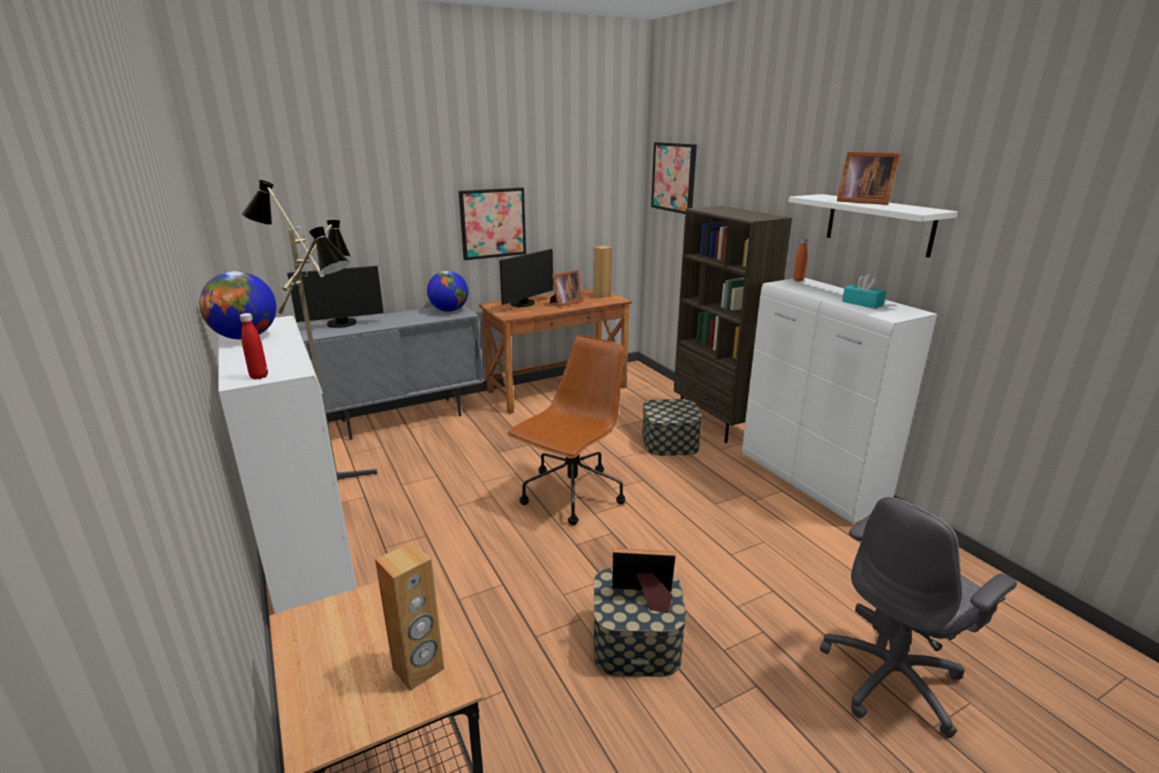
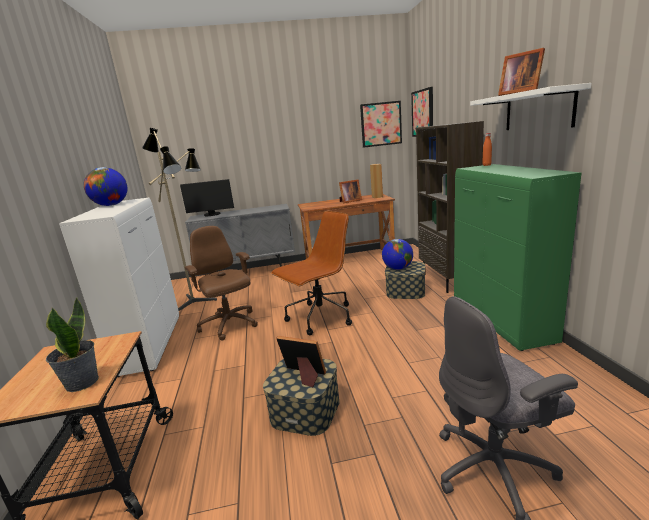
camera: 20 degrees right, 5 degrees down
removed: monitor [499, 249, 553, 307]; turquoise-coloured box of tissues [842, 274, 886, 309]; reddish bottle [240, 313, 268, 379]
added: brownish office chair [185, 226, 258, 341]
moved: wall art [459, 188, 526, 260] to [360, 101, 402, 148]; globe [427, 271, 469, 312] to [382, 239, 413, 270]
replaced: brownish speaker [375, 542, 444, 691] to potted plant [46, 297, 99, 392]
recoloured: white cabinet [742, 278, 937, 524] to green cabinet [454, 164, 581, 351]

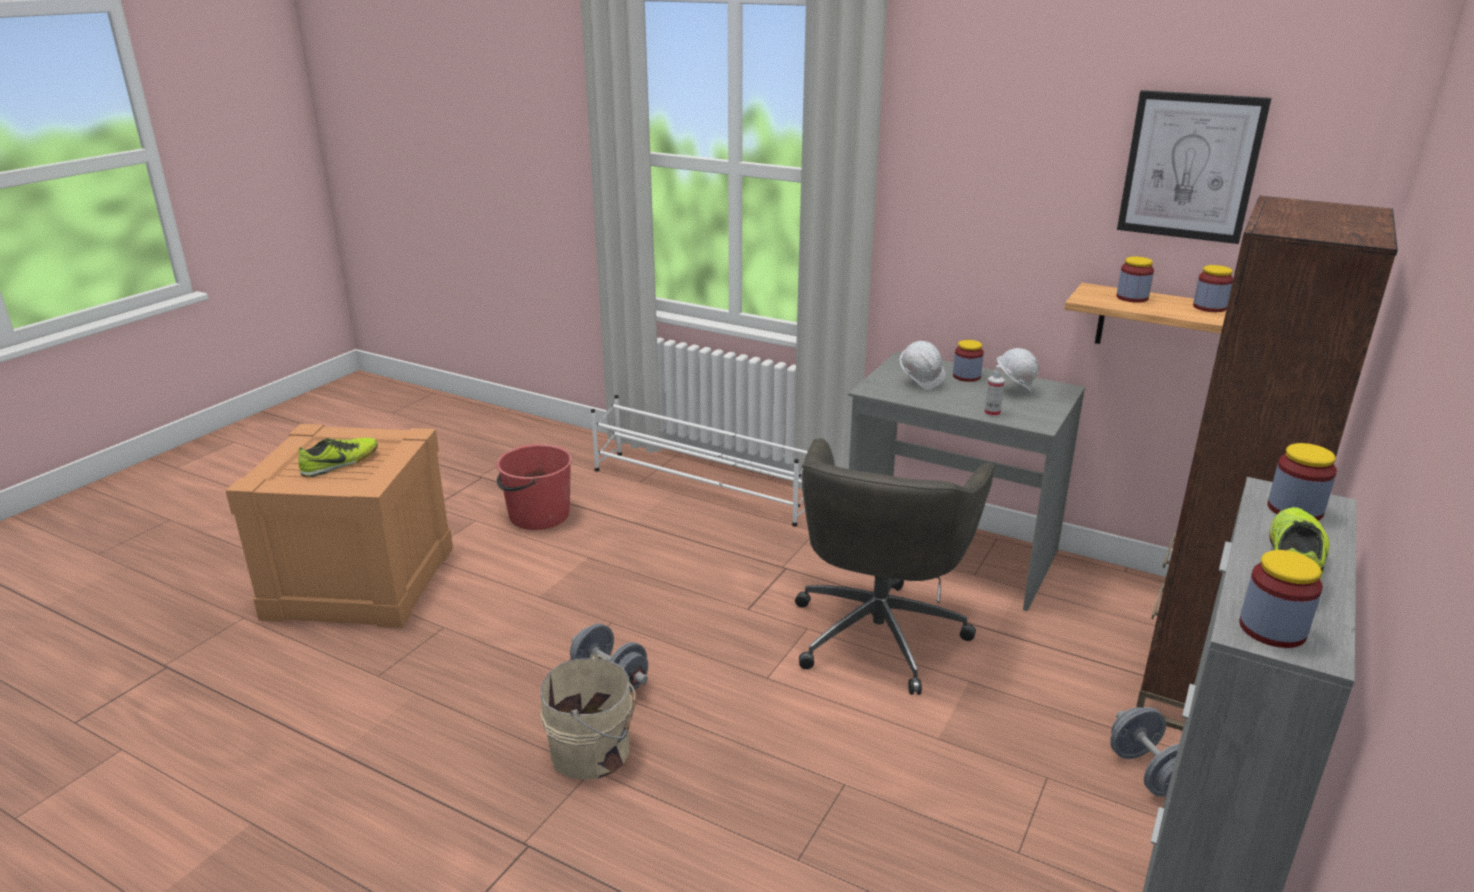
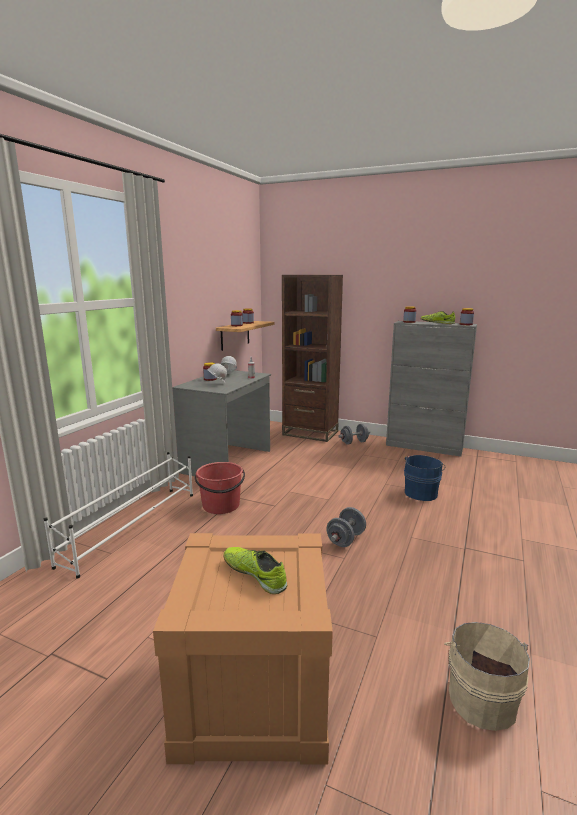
camera: 95 degrees left, 10 degrees down
removed: wall art [1117, 90, 1271, 244]; greyish office chair [795, 438, 995, 695]
added: blue bucket [404, 455, 445, 501]
moved: reddish bucket [497, 444, 572, 530] to [195, 462, 245, 514]; beige bucket [541, 654, 636, 780] to [444, 622, 530, 731]

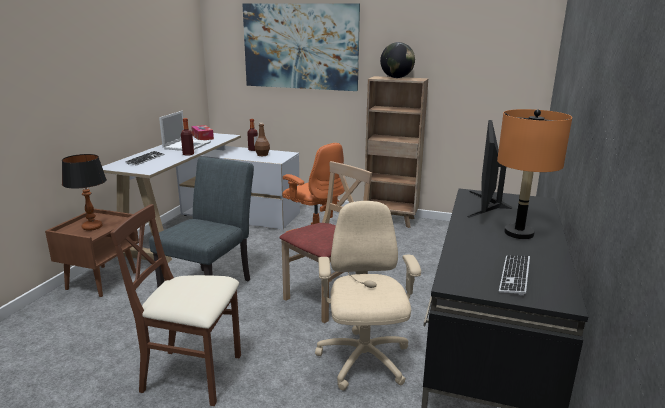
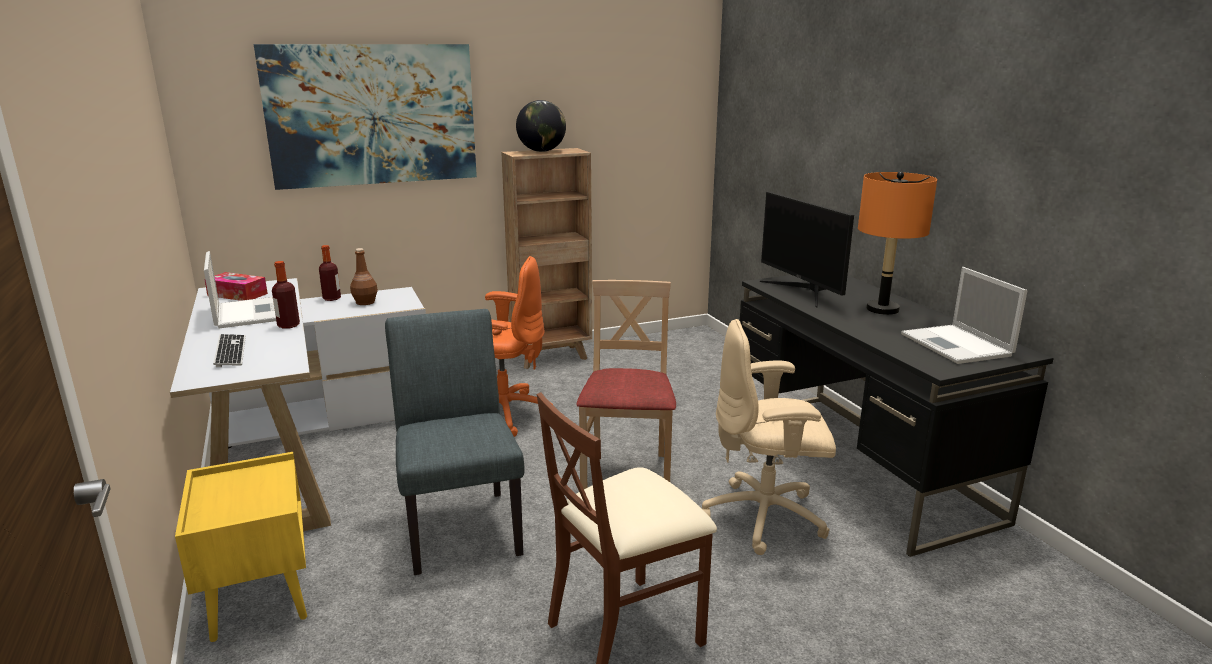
camera: 40 degrees left, 0 degrees up
removed: table lamp [62, 154, 107, 231]
replaced: keyboard [499, 255, 530, 296] to laptop [901, 267, 1027, 364]
recoloured: brownish night table [45, 208, 139, 297] to yellow night table [175, 452, 307, 642]
turned: beige office chair [315, 201, 421, 391] = [702, 319, 836, 555] 45 degrees counterclockwise

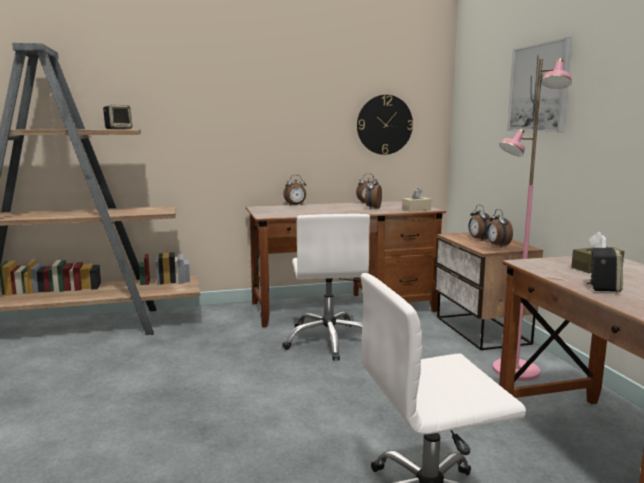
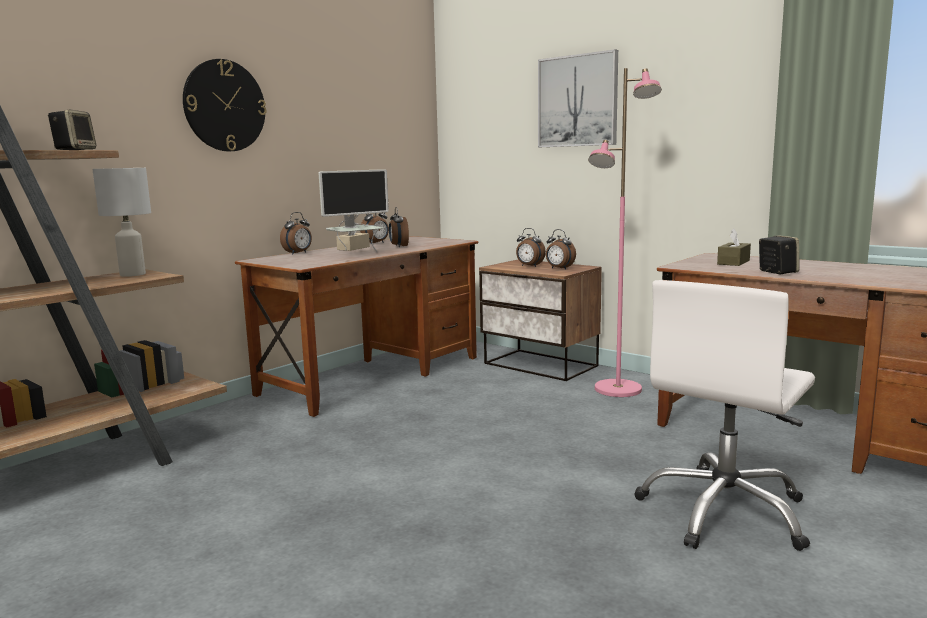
camera: 35 degrees left, 0 degrees up
removed: white office chair [282, 214, 370, 361]
added: white table lamp [92, 168, 151, 277]; monitor [319, 169, 389, 252]
moved: clock on the wall [357, 95, 413, 155] to [183, 59, 267, 151]; beige box of tissues [402, 188, 431, 212] to [336, 222, 370, 251]

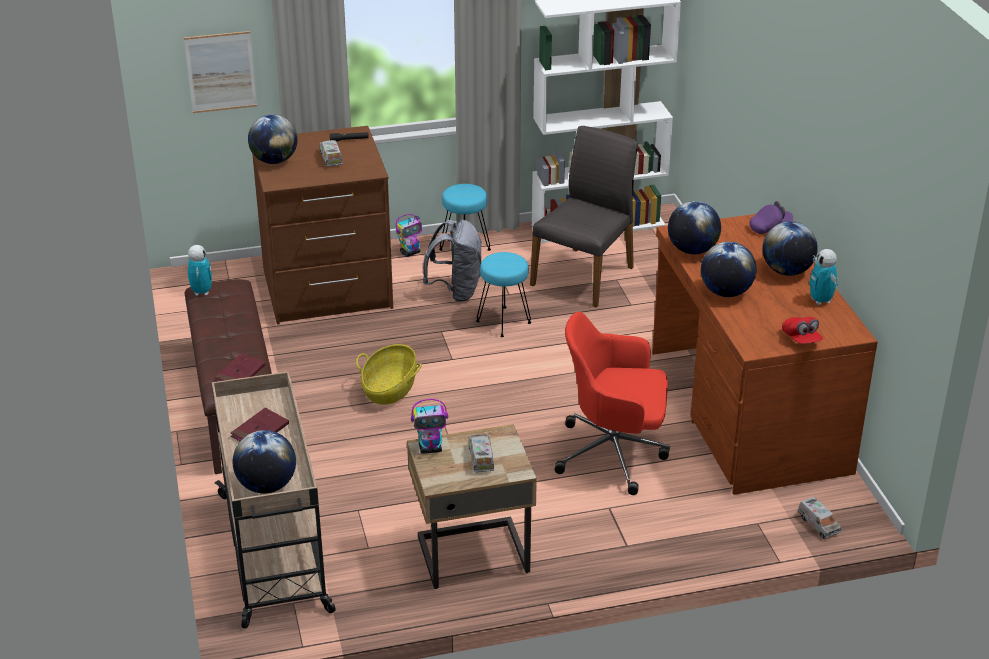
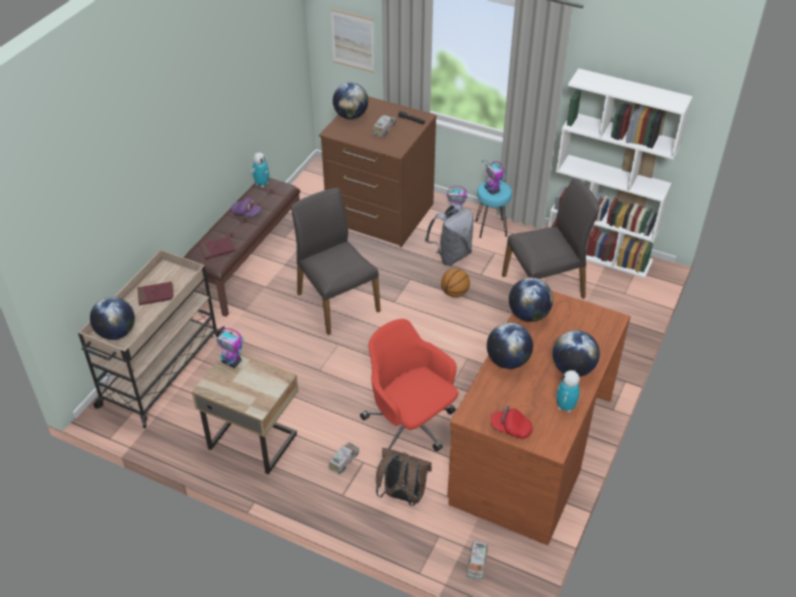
camera: 40 degrees right, 10 degrees up
added: model robot [482, 160, 506, 195]; brownish rucksack [376, 448, 432, 506]
moved: purple-coloured baseball cap [749, 201, 793, 234] to [231, 198, 261, 216]; model truck [468, 434, 494, 472] to [328, 442, 360, 475]
replaced: turquoise-coloured sitting stool [476, 252, 531, 337] to basketball [441, 268, 470, 297]; household basket [356, 344, 422, 405] to greyish plain chair [291, 188, 381, 335]
turned: reddish baseball cap [782, 317, 823, 344] = [491, 406, 532, 439] 90 degrees clockwise

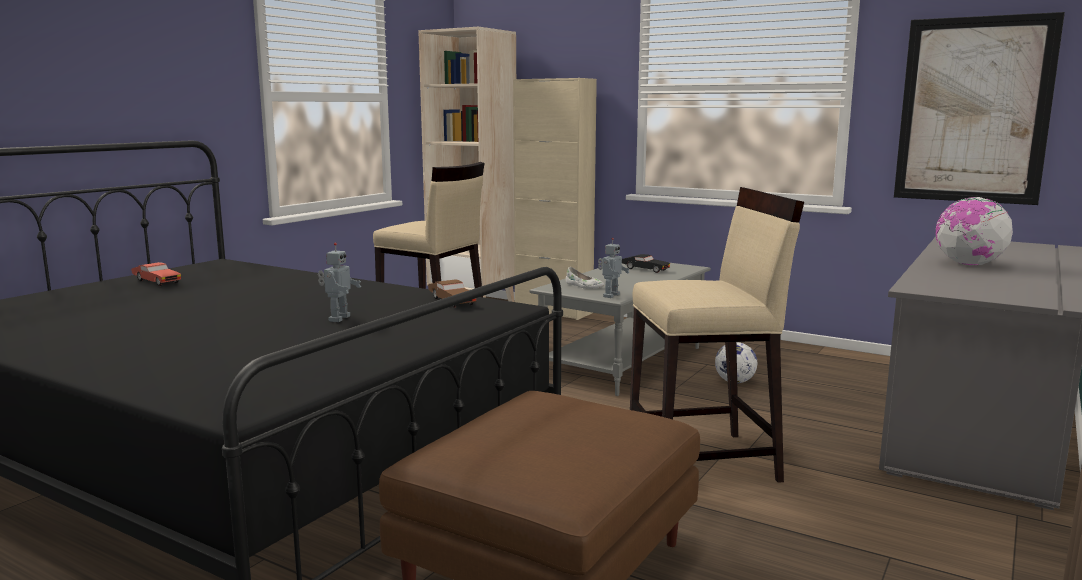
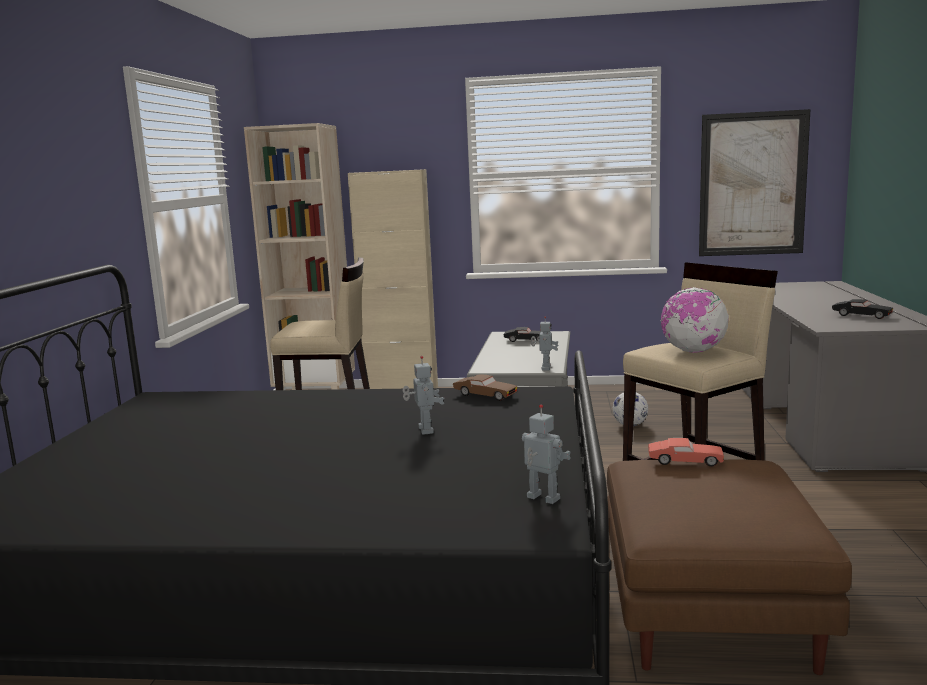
camera: 25 degrees left, 0 degrees up
removed: white shoe [566, 267, 604, 289]
added: blackish model car [832, 299, 893, 319]; model robot [522, 404, 571, 504]
moved: globe [936, 197, 1013, 265] to [661, 287, 729, 353]; reddish model car [131, 262, 181, 286] to [648, 438, 724, 467]

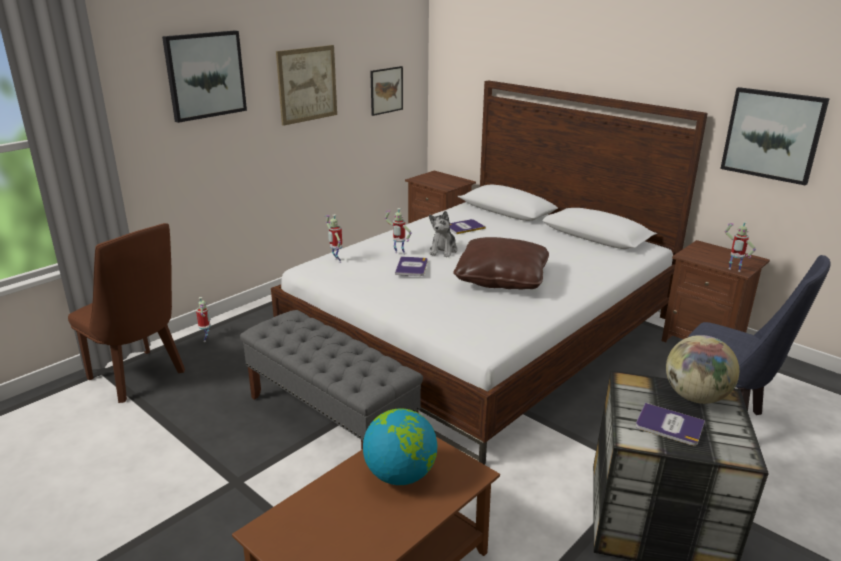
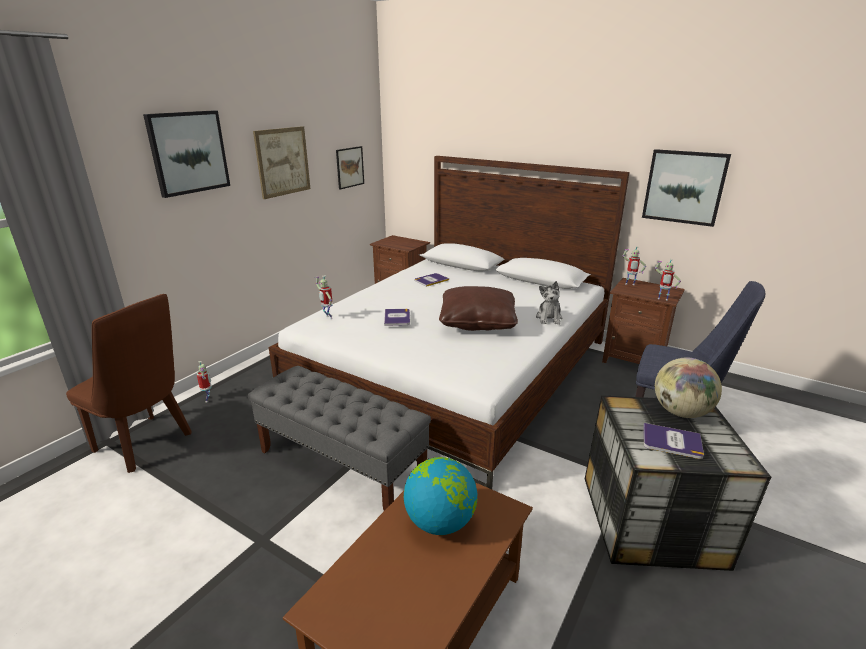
camera: 10 degrees left, 0 degrees up
moved: model robot [385, 208, 412, 255] to [622, 246, 646, 285]; soft toy [429, 211, 457, 257] to [536, 281, 562, 325]

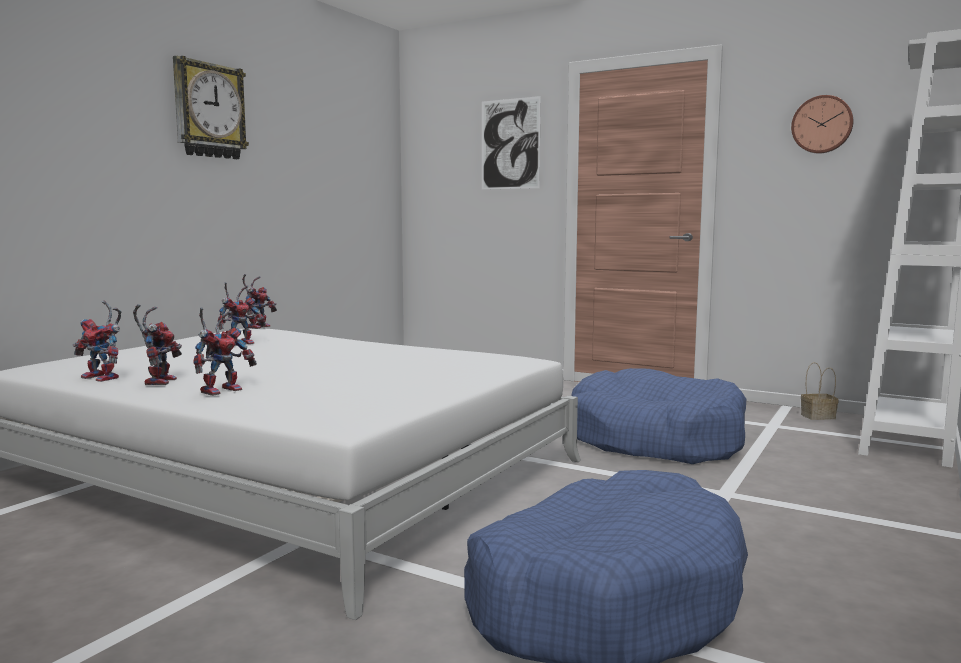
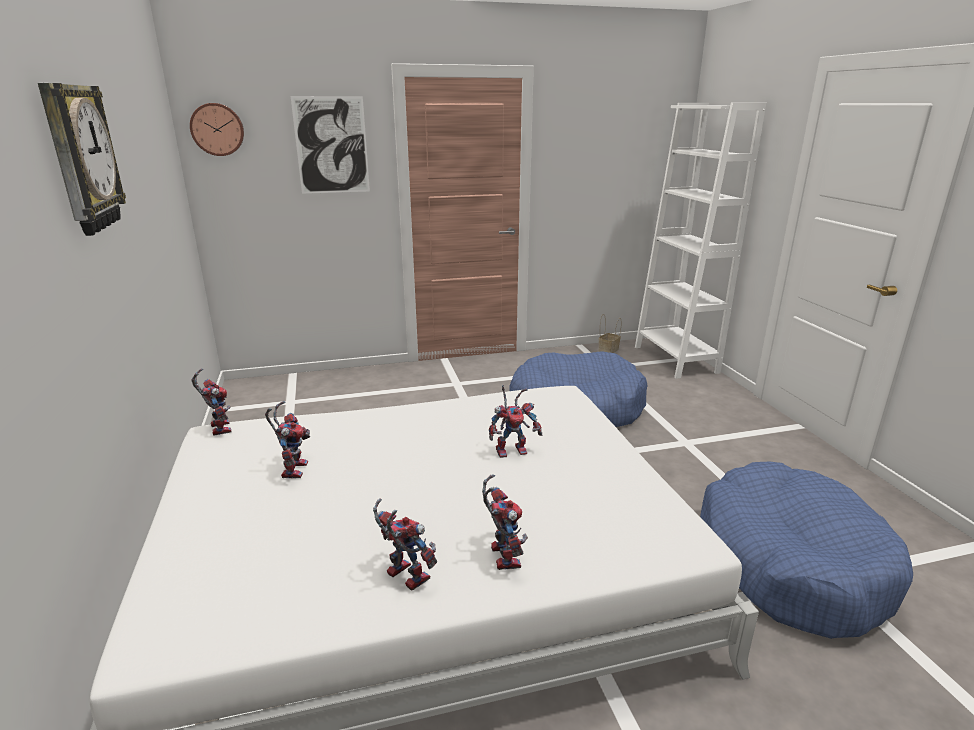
camera: 45 degrees left, 15 degrees up
moved: clock on the wall [791, 95, 854, 154] to [190, 103, 244, 156]; model robot [73, 300, 121, 382] to [489, 385, 542, 458]

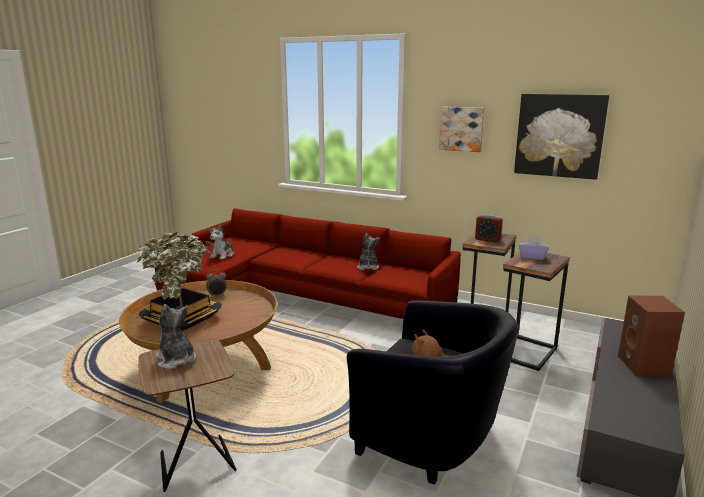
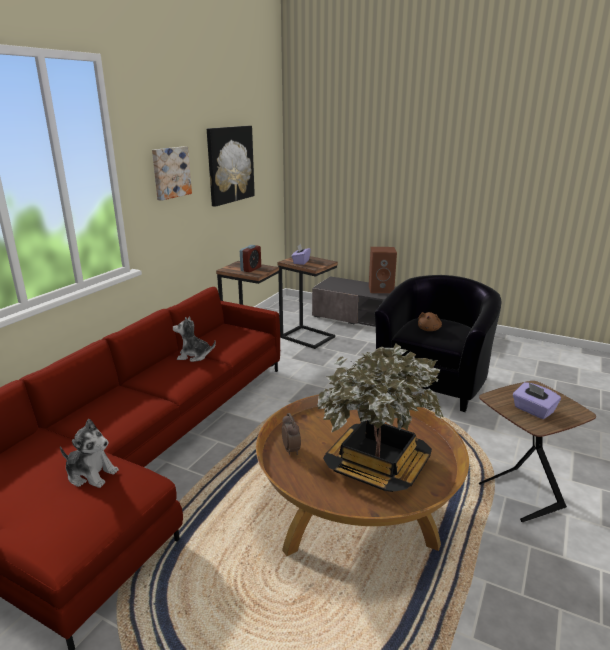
camera: 90 degrees left, 5 degrees up
replaced: soft toy [156, 304, 196, 369] to purple-coloured box of tissues [513, 382, 561, 419]

